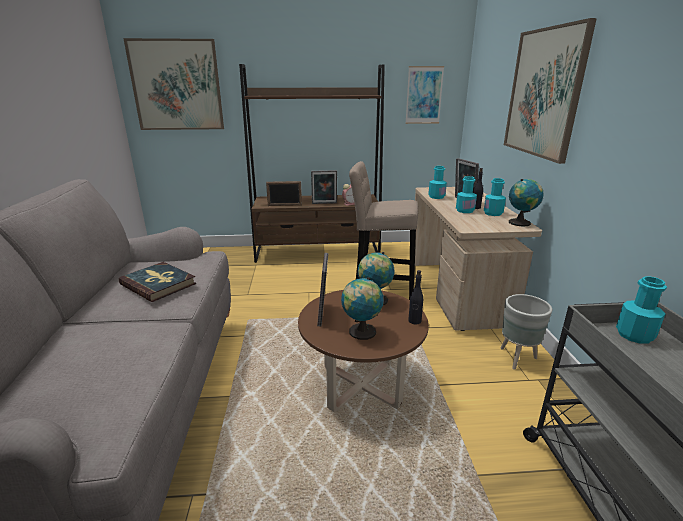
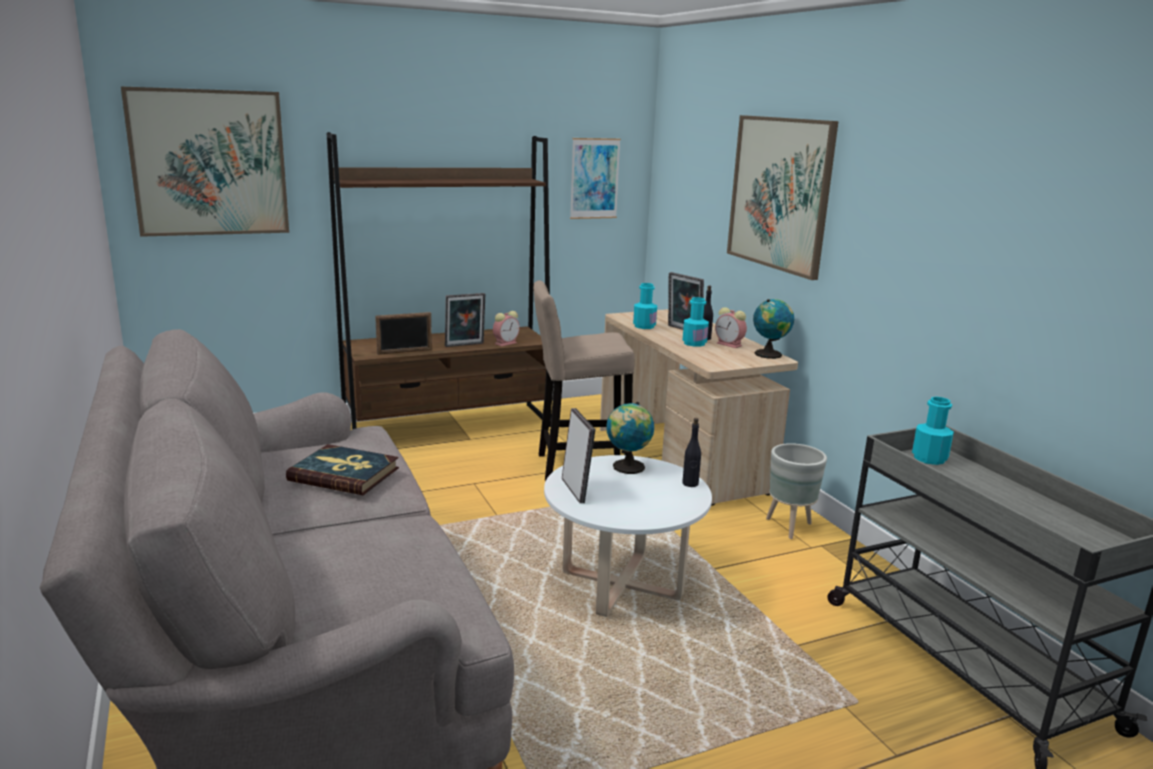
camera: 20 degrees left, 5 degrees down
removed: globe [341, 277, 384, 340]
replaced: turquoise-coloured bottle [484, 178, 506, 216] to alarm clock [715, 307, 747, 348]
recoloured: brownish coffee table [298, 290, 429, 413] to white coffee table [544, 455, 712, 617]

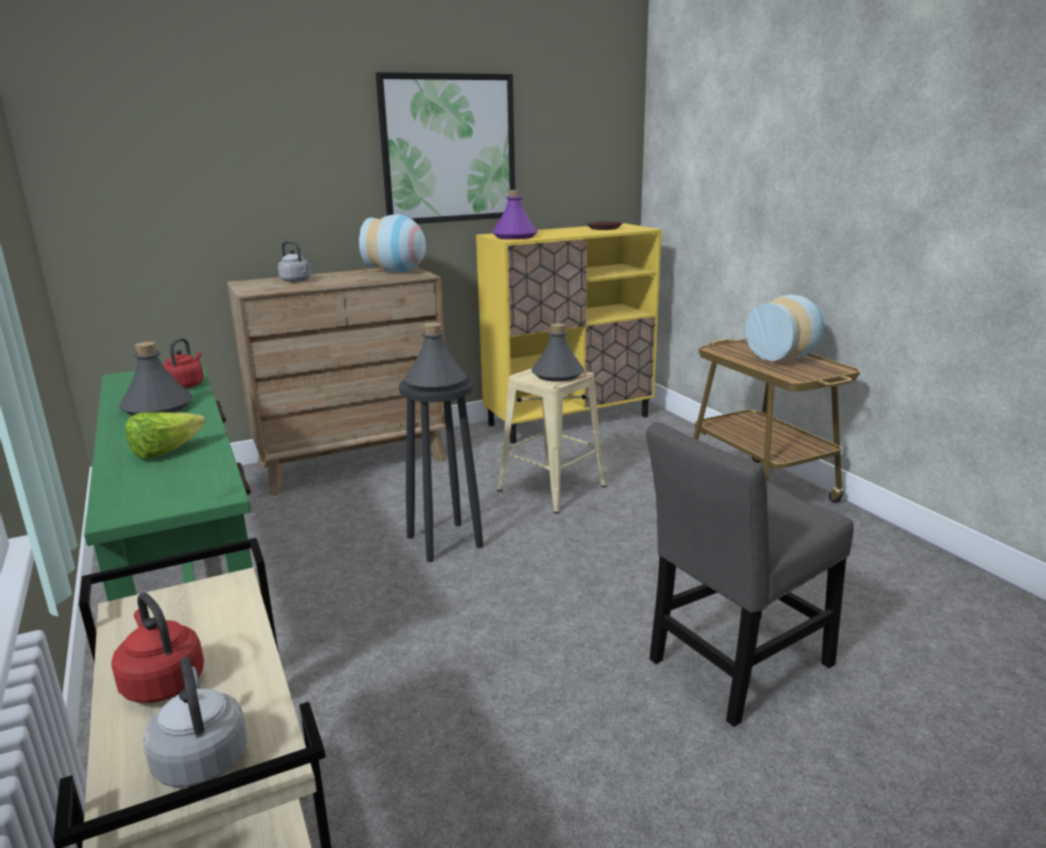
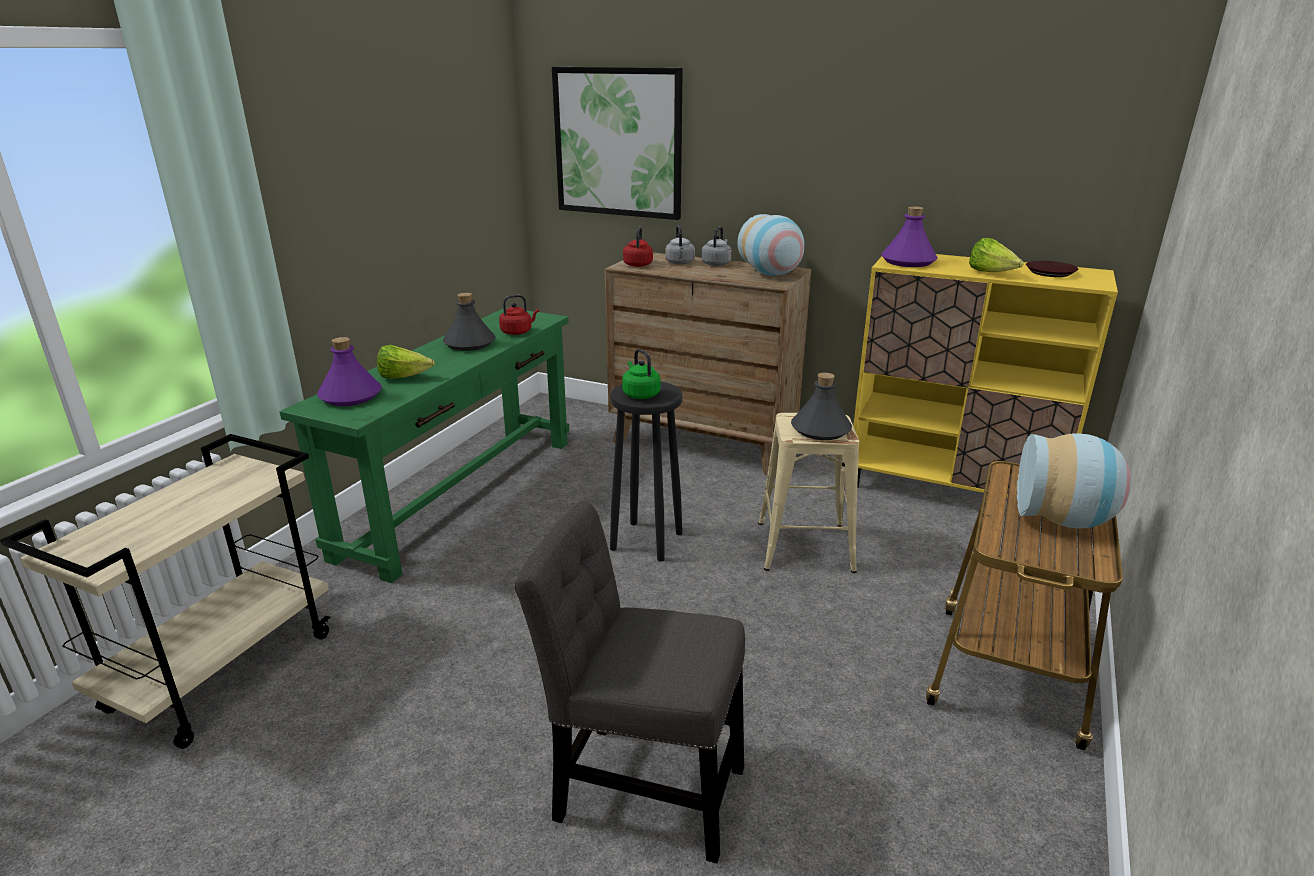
camera: 50 degrees right, 5 degrees up
added: head of lettuce [969, 238, 1024, 272]; purple-coloured bottle [317, 337, 382, 406]
moved: wall art [376, 72, 515, 224] to [552, 67, 683, 220]; reddish water kettle [111, 593, 204, 703] to [623, 227, 653, 267]; greyish water kettle [143, 657, 247, 788] to [701, 226, 732, 266]
replaced: greyish bottle [404, 322, 467, 392] to green water kettle [622, 349, 660, 399]

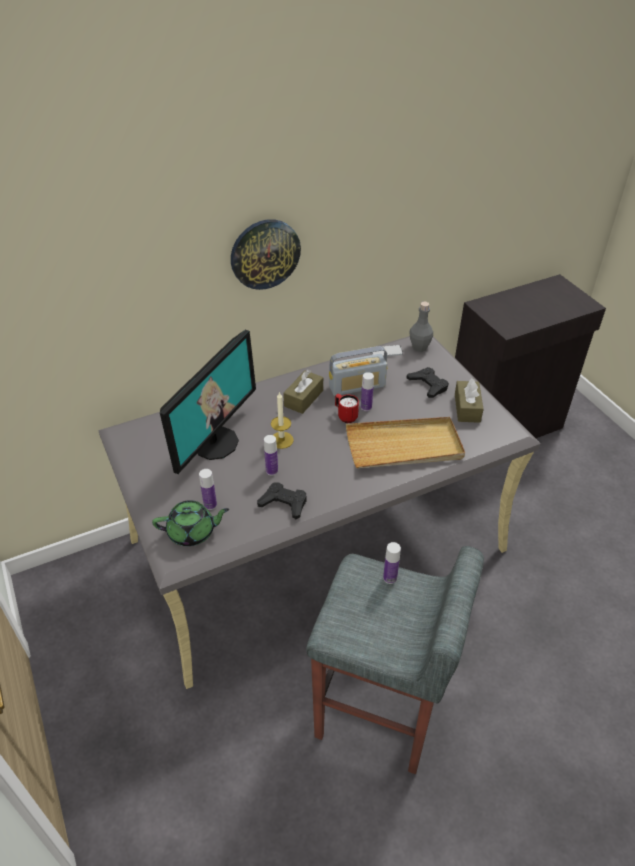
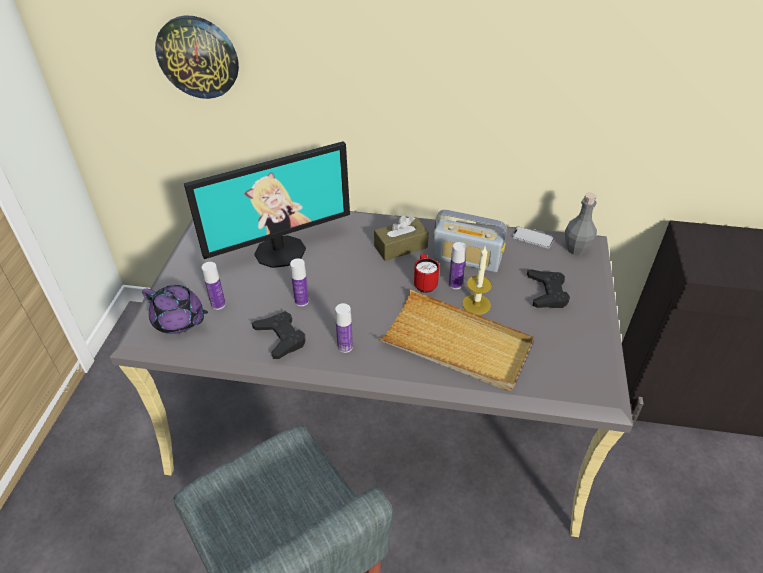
camera: 35 degrees right, 0 degrees up
removed: brownish box of tissues [455, 378, 484, 423]
moved: clock on the wall [231, 219, 301, 290] to [155, 15, 239, 99]; wax candle [271, 391, 294, 449] to [462, 247, 492, 315]; bottle [383, 542, 401, 584] to [335, 303, 353, 353]
recoloured: green teapot [152, 500, 229, 546] to purple-coloured teapot [142, 285, 208, 334]

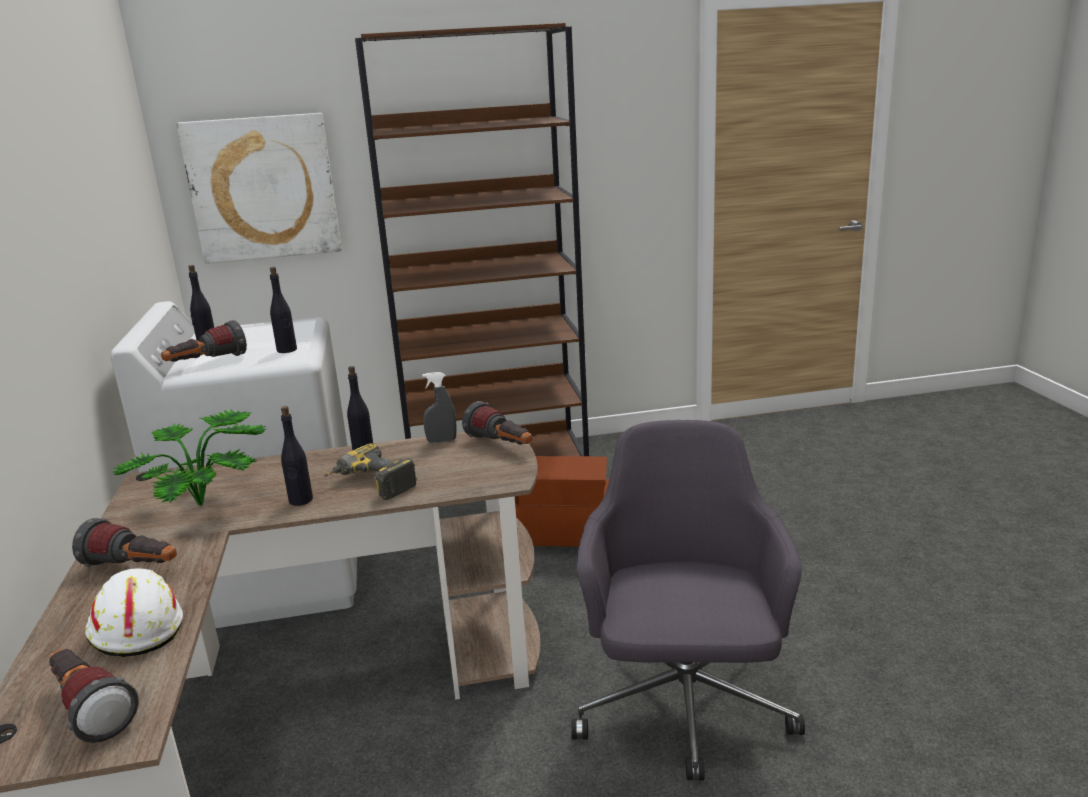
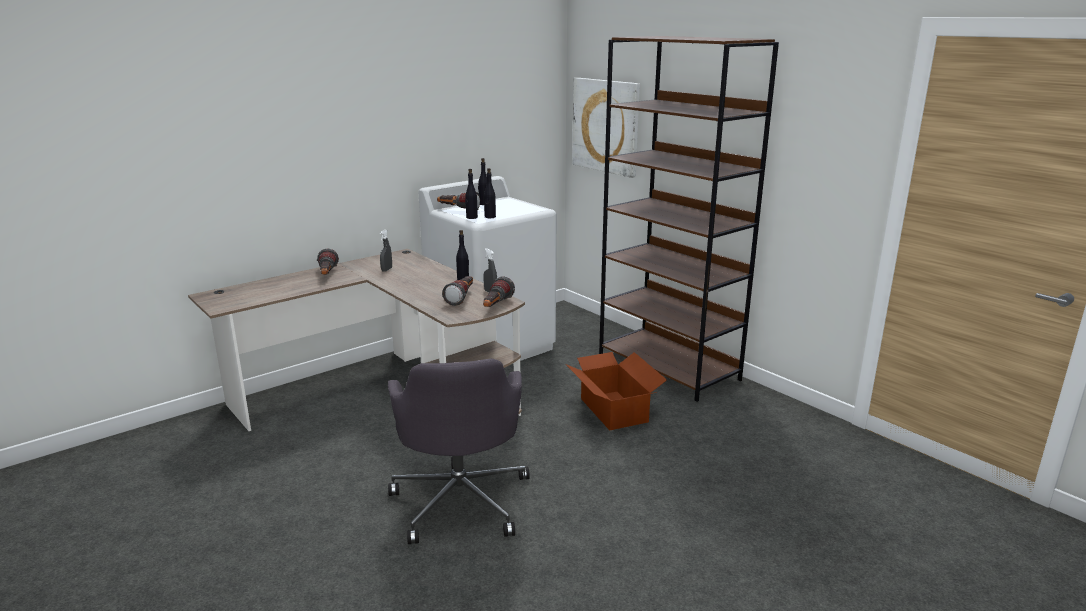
camera: 60 degrees right, 0 degrees up
removed: power drill [324, 443, 417, 500]; white safety helmet [85, 568, 183, 657]
moved: blackish bottle [281, 406, 313, 506] to [465, 169, 478, 219]; torch [49, 649, 139, 743] to [442, 276, 473, 306]
replaced: potted plant [113, 410, 266, 507] to greyish spray bottle [380, 230, 392, 272]
turned: greyish office chair [571, 420, 805, 781] = [388, 359, 530, 544] 105 degrees clockwise

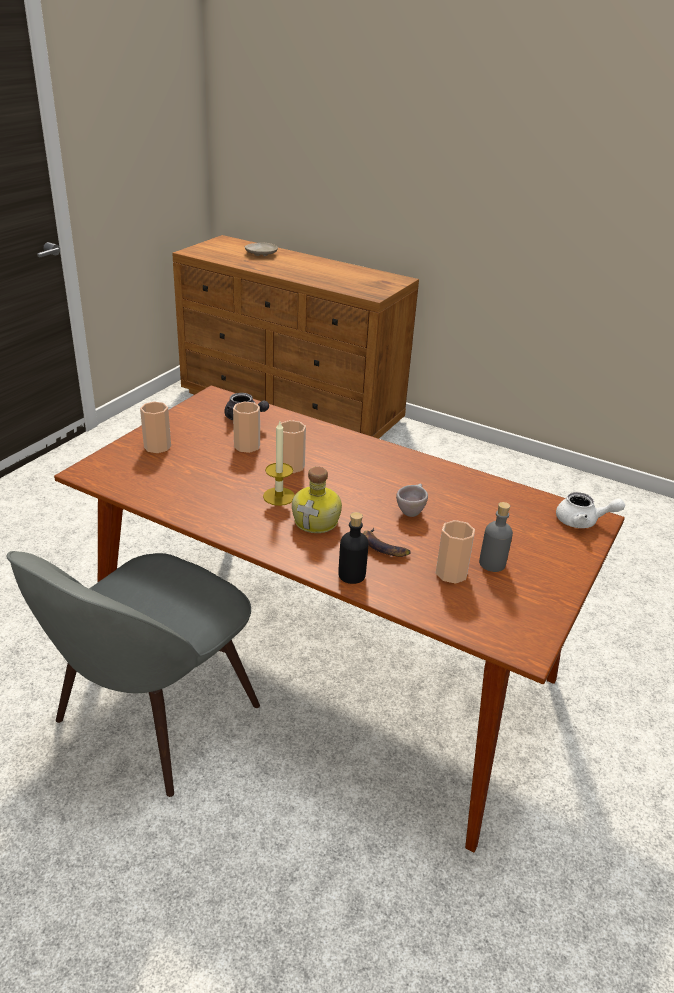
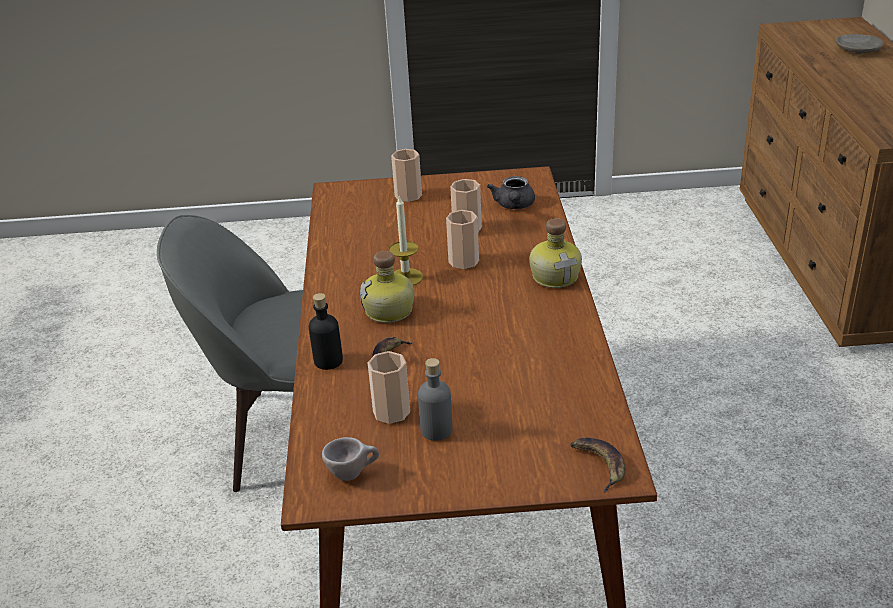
camera: 60 degrees right, 0 degrees up
added: bottle [529, 218, 582, 288]
moved: beige drinking cup [396, 484, 428, 517] to [322, 437, 379, 481]
replaced: white teapot [556, 492, 625, 528] to whole banana [570, 438, 625, 493]

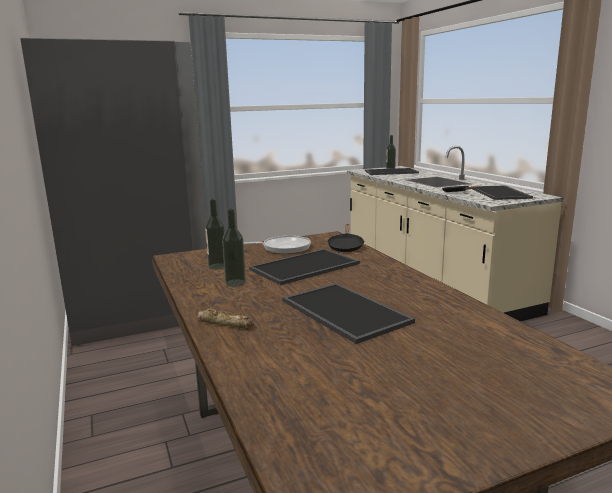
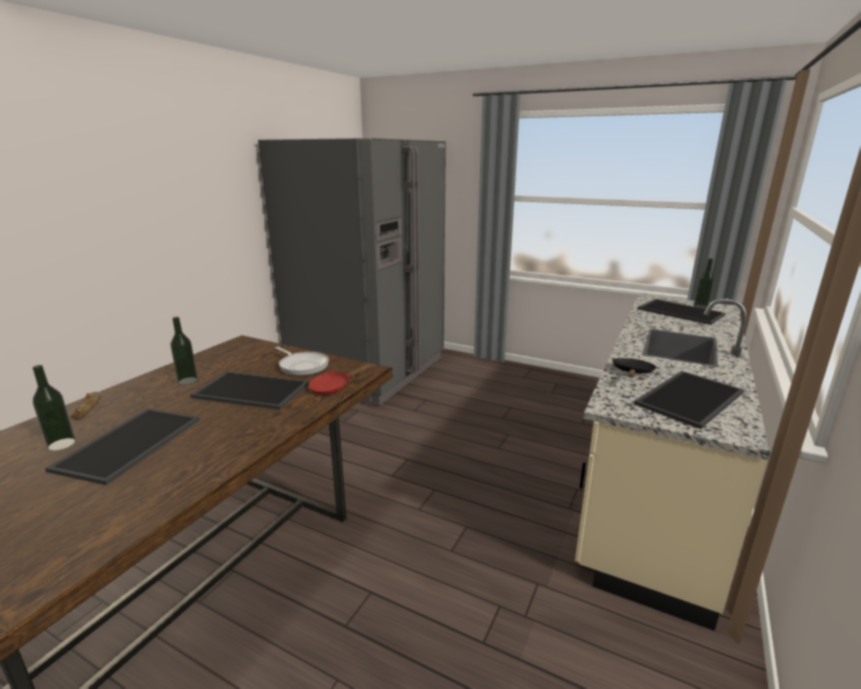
camera: 50 degrees right, 5 degrees up
moved: bottle [205, 199, 225, 270] to [32, 365, 75, 451]
recoloured: blackish frying pan [327, 224, 364, 252] to reddish frying pan [309, 363, 374, 395]

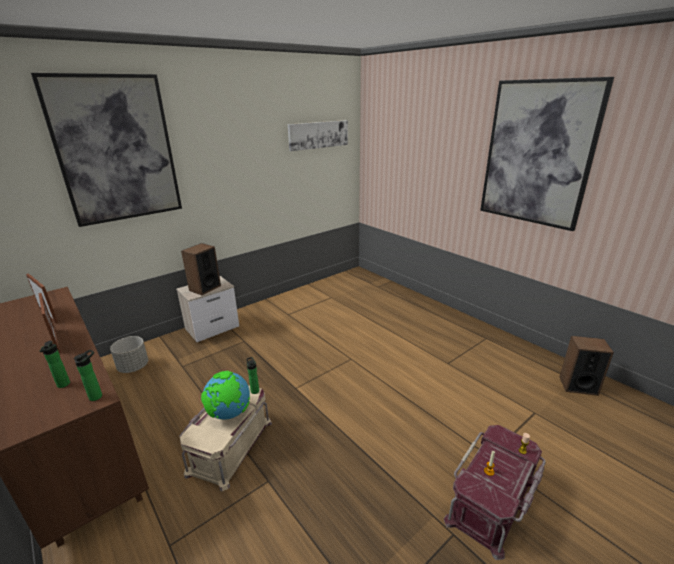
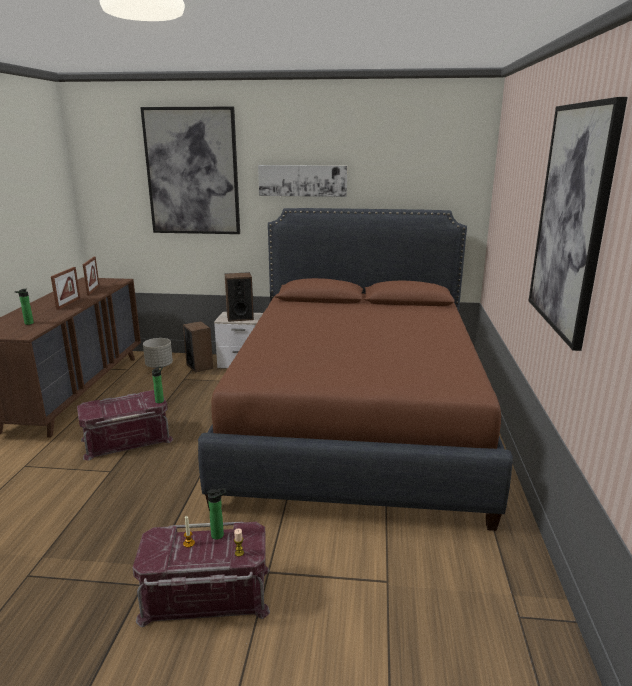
camera: 45 degrees right, 5 degrees down
removed: globe [201, 371, 250, 420]
added: brownish bed [198, 208, 513, 531]
moved: wall art [288, 120, 348, 151] to [258, 165, 347, 197]; speaker [559, 336, 614, 396] to [183, 321, 213, 373]; bottle [74, 350, 102, 401] to [207, 488, 226, 540]
recoloured: beige storage box [179, 385, 272, 491] to reddish storage box [77, 390, 173, 461]

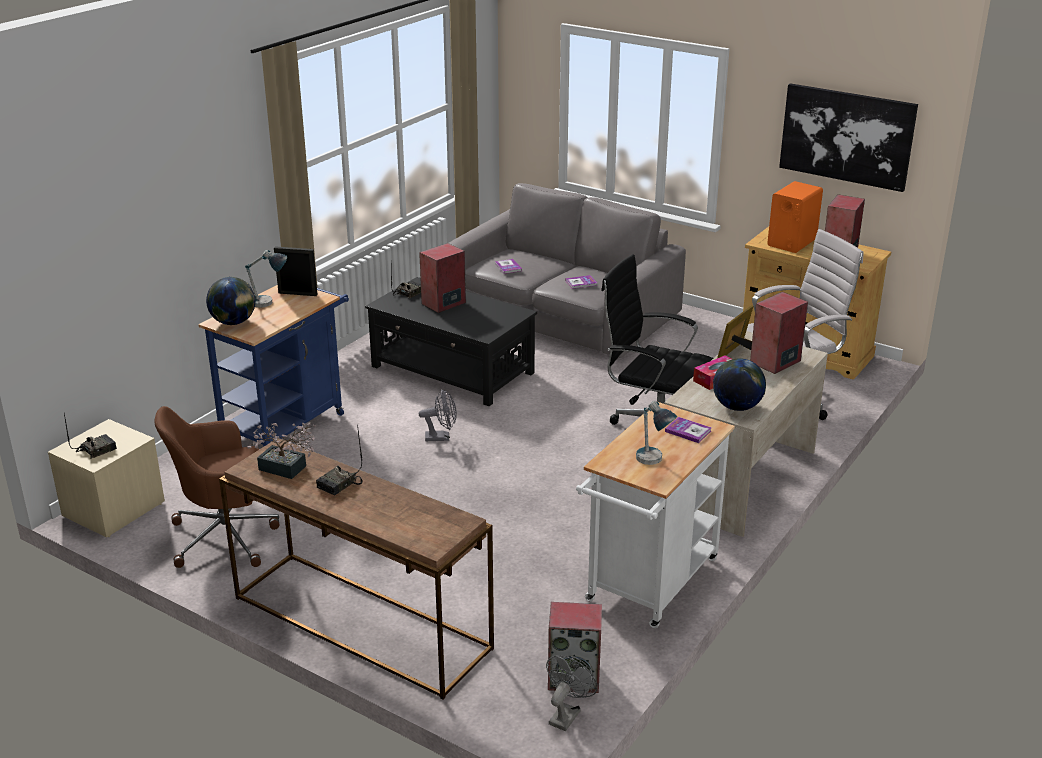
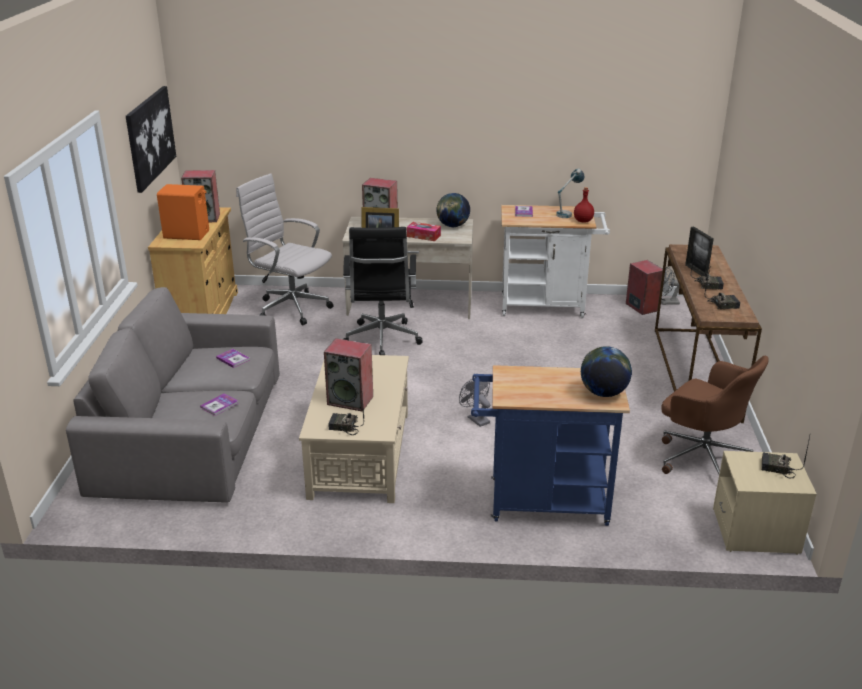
camera: 120 degrees left, 0 degrees up
removed: table lamp [245, 250, 287, 307]
added: reddish bottle [574, 187, 594, 223]
moved: picture frame [274, 247, 318, 296] to [685, 226, 714, 276]
replaced: potted plant [247, 422, 316, 479] to radio set [705, 269, 740, 309]
recoloured: blackish coffee table [365, 277, 537, 406] to beige coffee table [299, 355, 409, 503]

